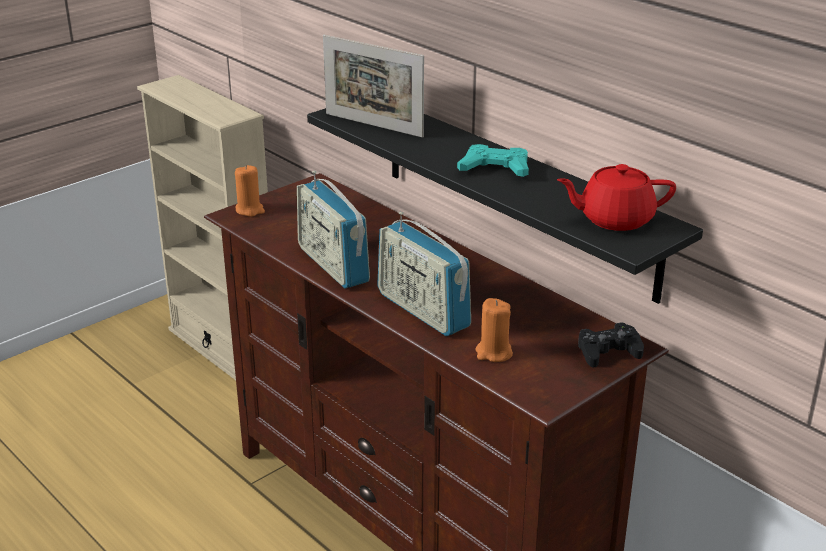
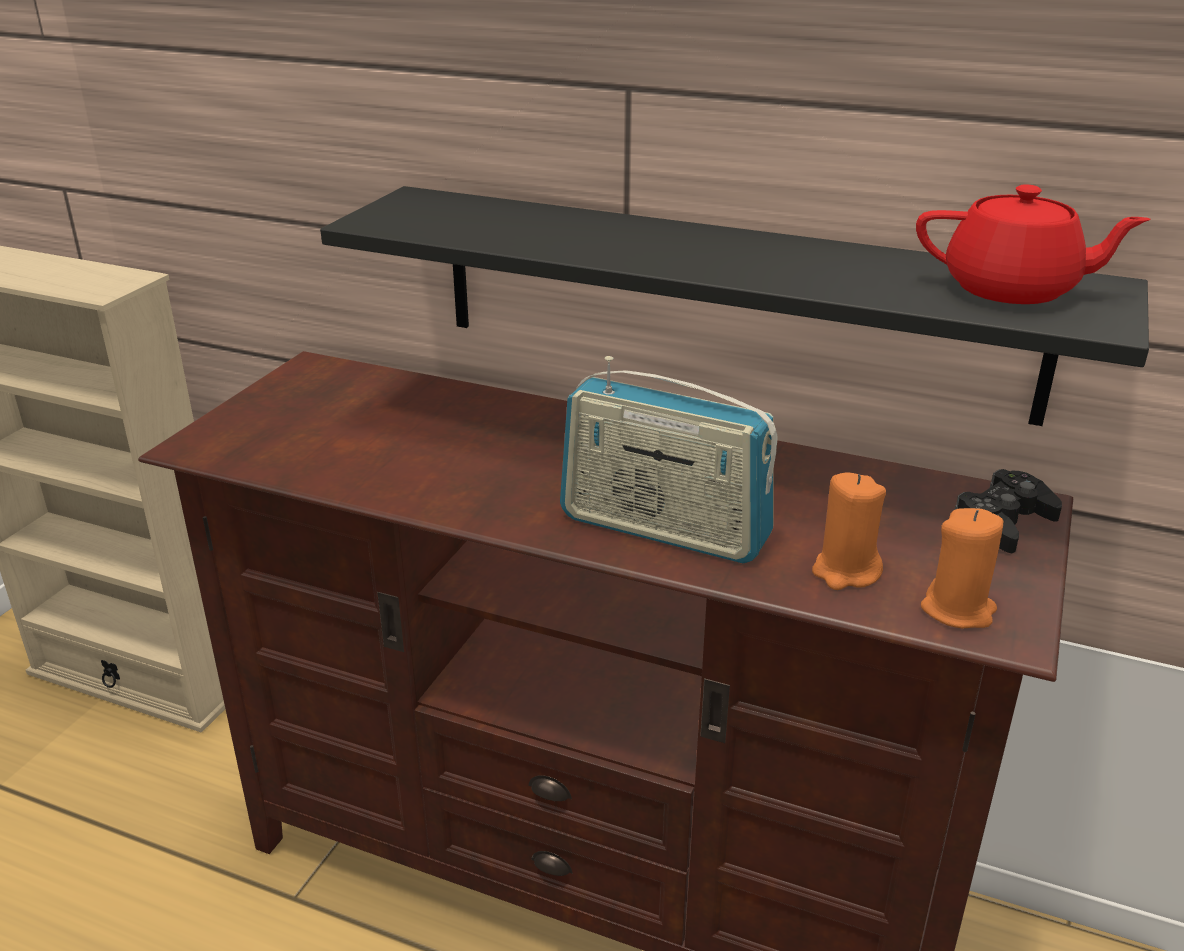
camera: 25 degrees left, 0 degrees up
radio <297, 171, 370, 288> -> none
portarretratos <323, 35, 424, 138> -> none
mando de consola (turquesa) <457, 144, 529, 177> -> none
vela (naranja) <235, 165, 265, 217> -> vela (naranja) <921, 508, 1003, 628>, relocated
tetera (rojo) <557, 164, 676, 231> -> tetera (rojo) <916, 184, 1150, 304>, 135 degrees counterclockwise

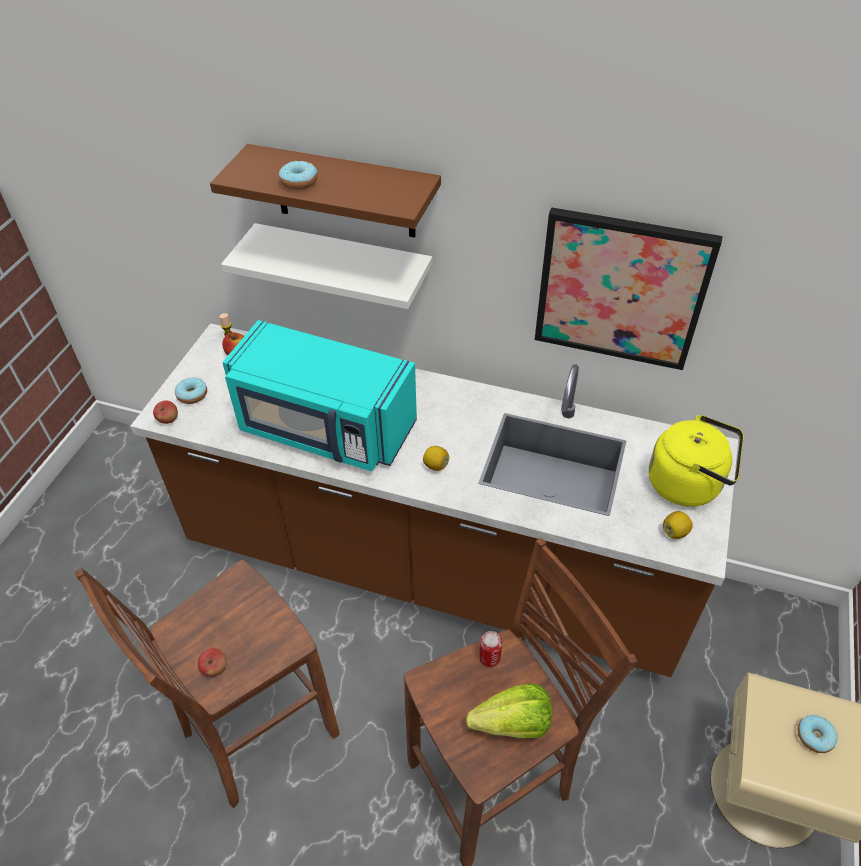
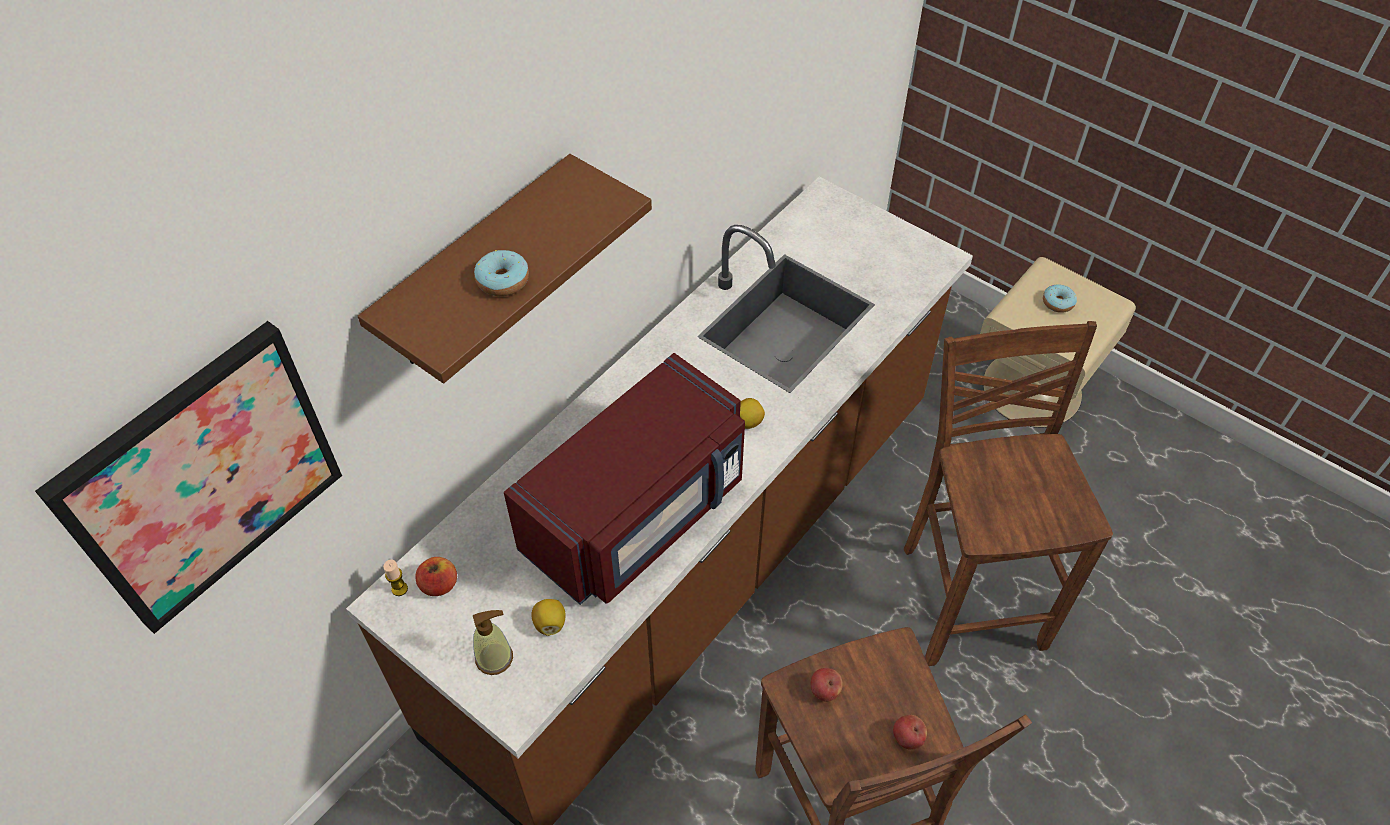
camera: 70 degrees left, 5 degrees up
estante (blanco) <221, 223, 432, 309> -> none
lechuga <466, 684, 552, 738> -> none
lata <479, 631, 502, 667> -> none
hervidor (amarillo) <649, 415, 744, 507> -> none
manzana <153, 400, 178, 424> -> manzana <811, 668, 843, 702>, relocated
cuadro <535, 207, 722, 370> -> cuadro <35, 321, 342, 634>, relocated
limón <663, 511, 693, 539> -> limón <531, 599, 565, 636>, relocated
rosquilla <175, 377, 207, 404> -> dispensador de jabón <473, 610, 513, 675>
microondas (turquesa) <222, 320, 417, 471> -> microondas (rojo) <504, 353, 745, 605>

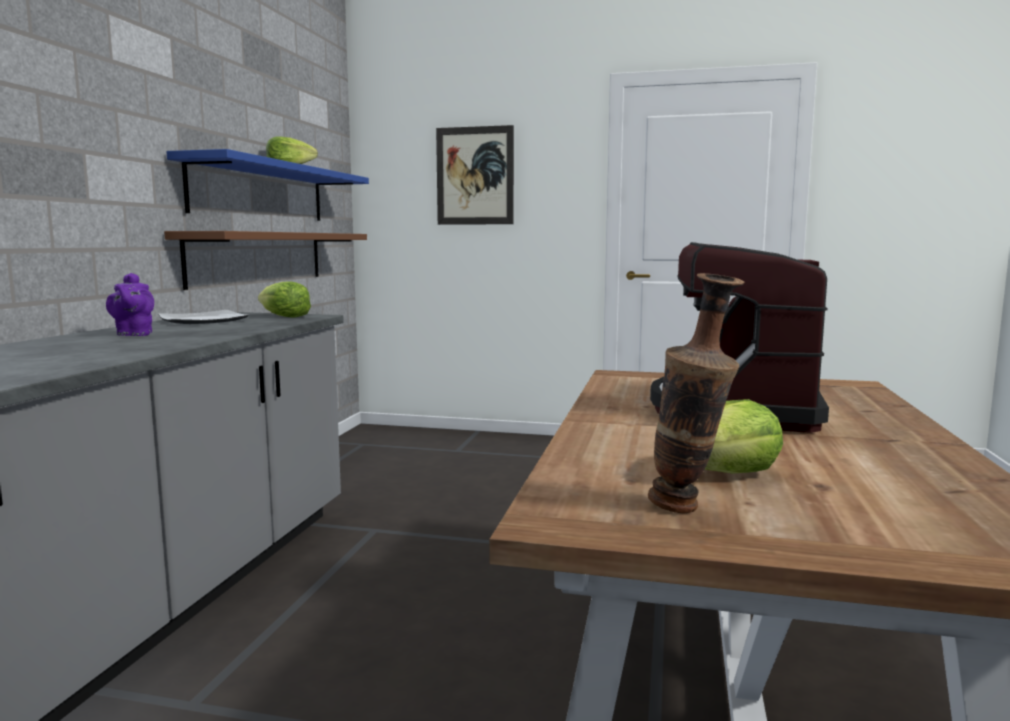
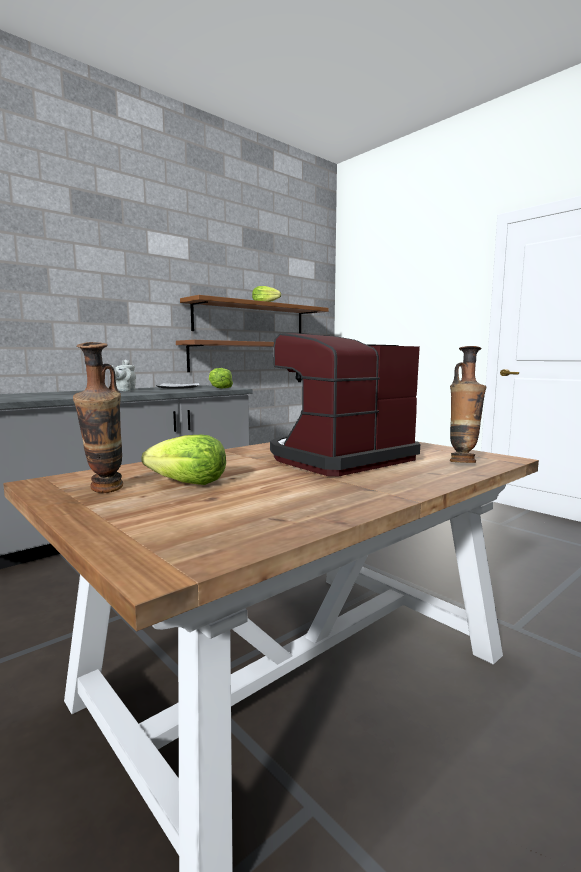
camera: 35 degrees right, 0 degrees up
cuadro <436, 125, 514, 225> -> none
none -> florero <450, 346, 486, 463>
tetera (morado) <106, 273, 154, 336> -> tetera (gris) <111, 360, 136, 391>
estante (azul) <166, 149, 369, 221> -> estante (marrón) <180, 295, 329, 333>

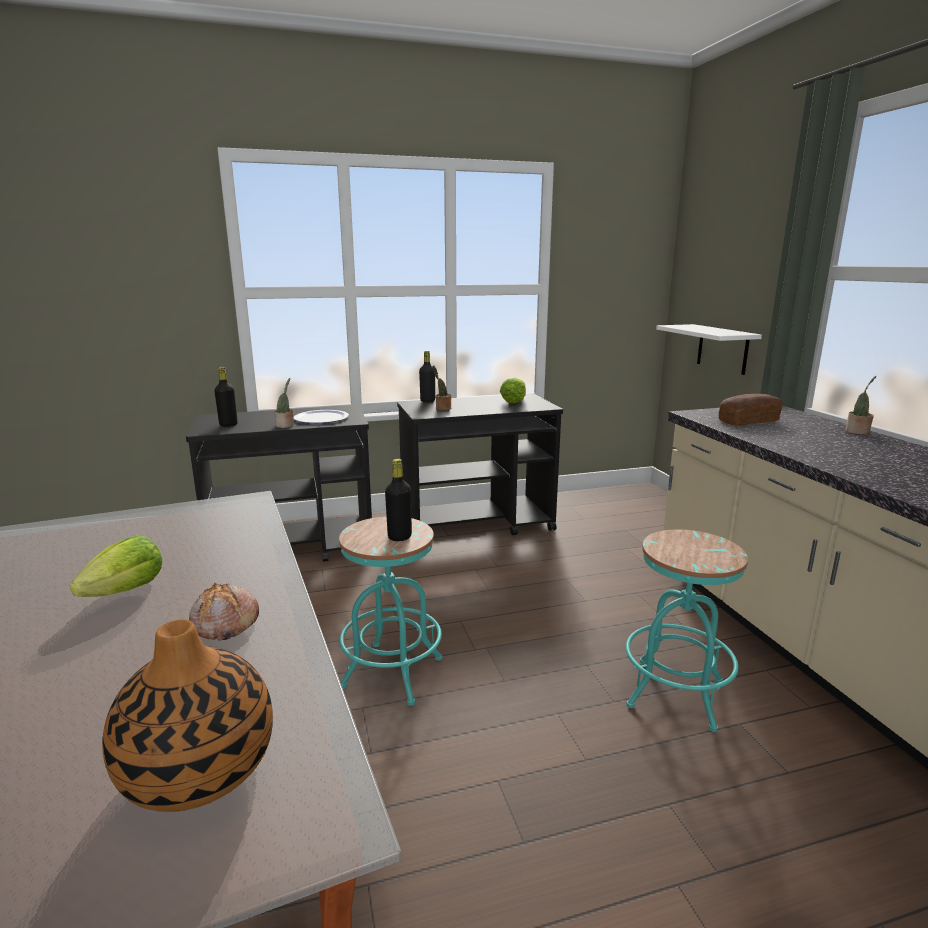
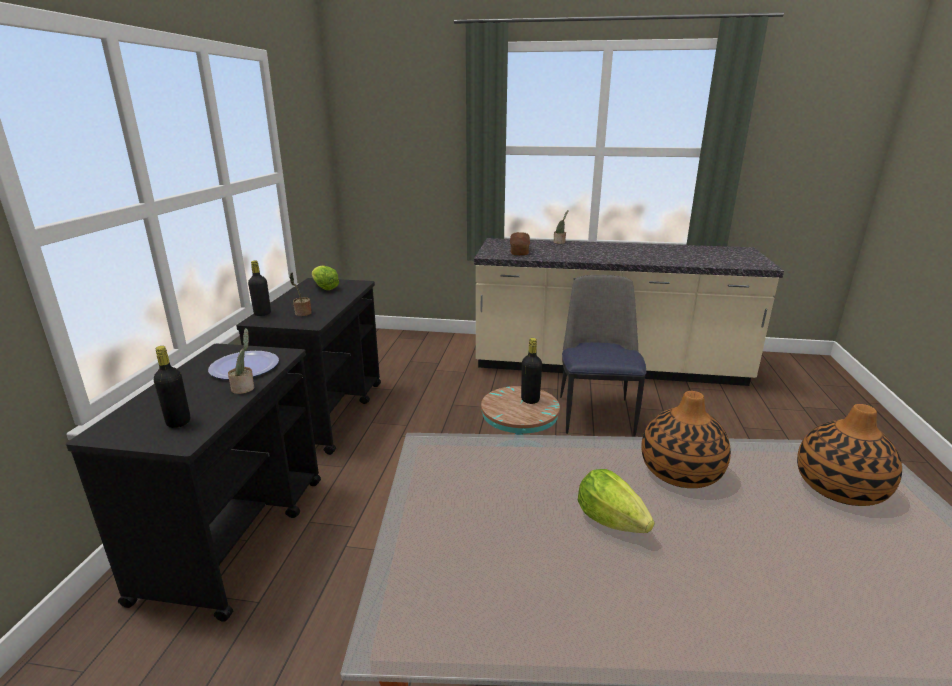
camera: 65 degrees left, 5 degrees up
estante (blanco) <656, 324, 762, 375> -> none
pan <189, 583, 259, 641> -> florero <641, 391, 731, 488>
taburete (turquesa) <626, 529, 748, 732> -> silla <560, 275, 646, 437>

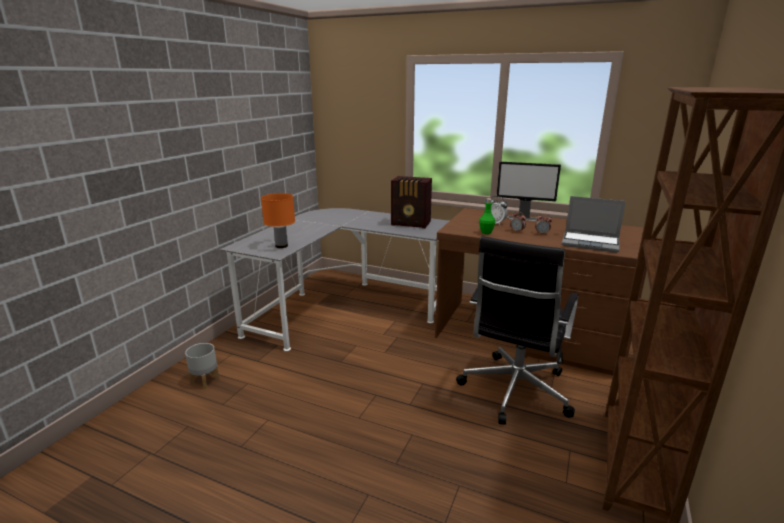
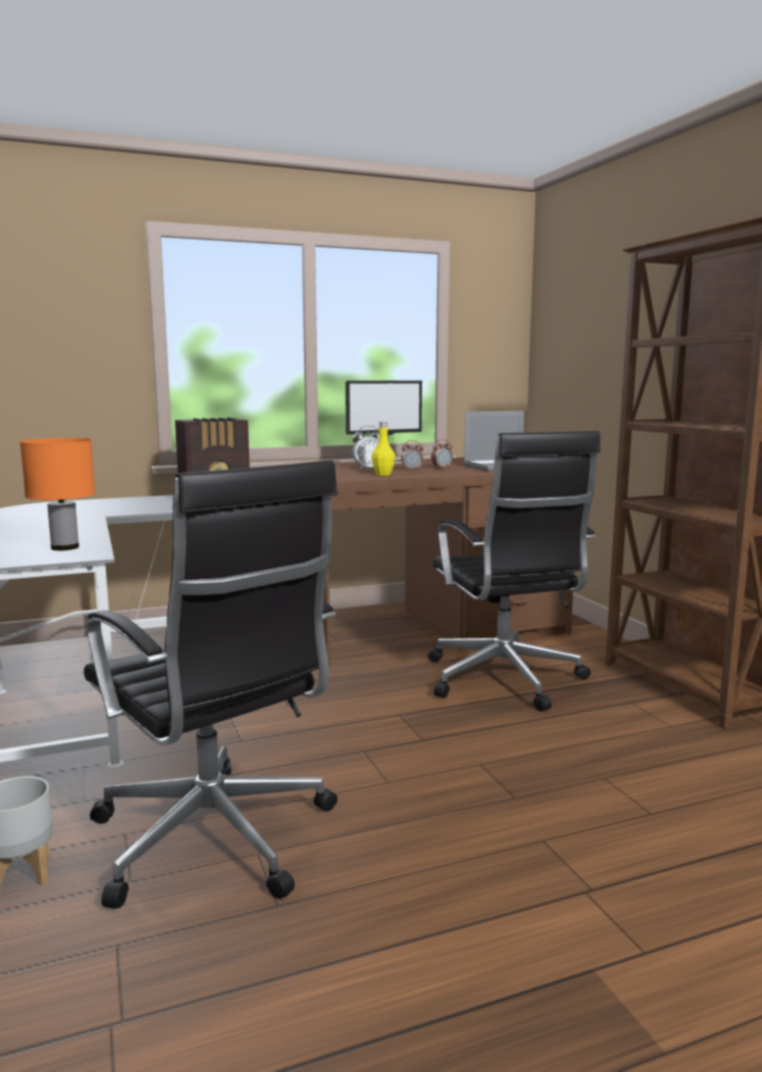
camera: 45 degrees left, 10 degrees down
none -> silla de oficina (negro) <84, 460, 338, 909>
botella (verde) <479, 198, 495, 234> -> botella (amarillo) <372, 422, 395, 476>

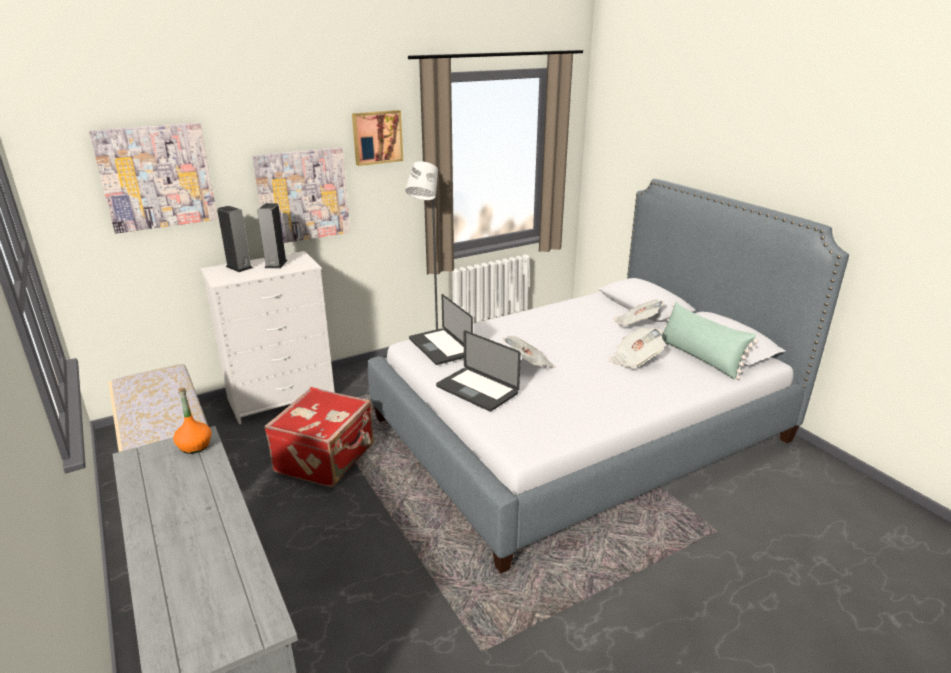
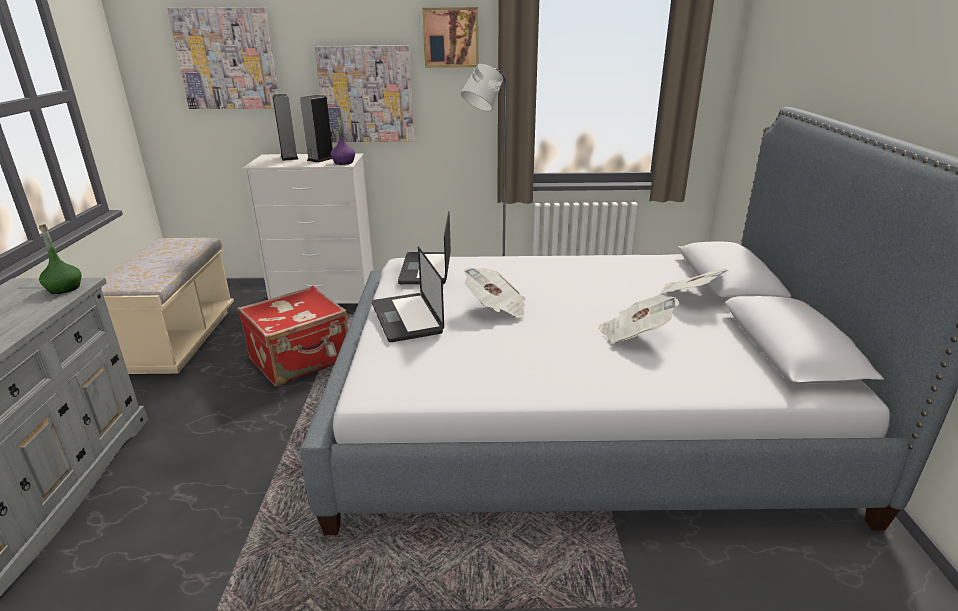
camera: 30 degrees right, 0 degrees up
cojín (verde) <662, 302, 758, 380> -> none
none -> botella (morado) <331, 115, 355, 165>
botella (naranja) <173, 387, 212, 454> -> botella (verde) <39, 224, 82, 294>

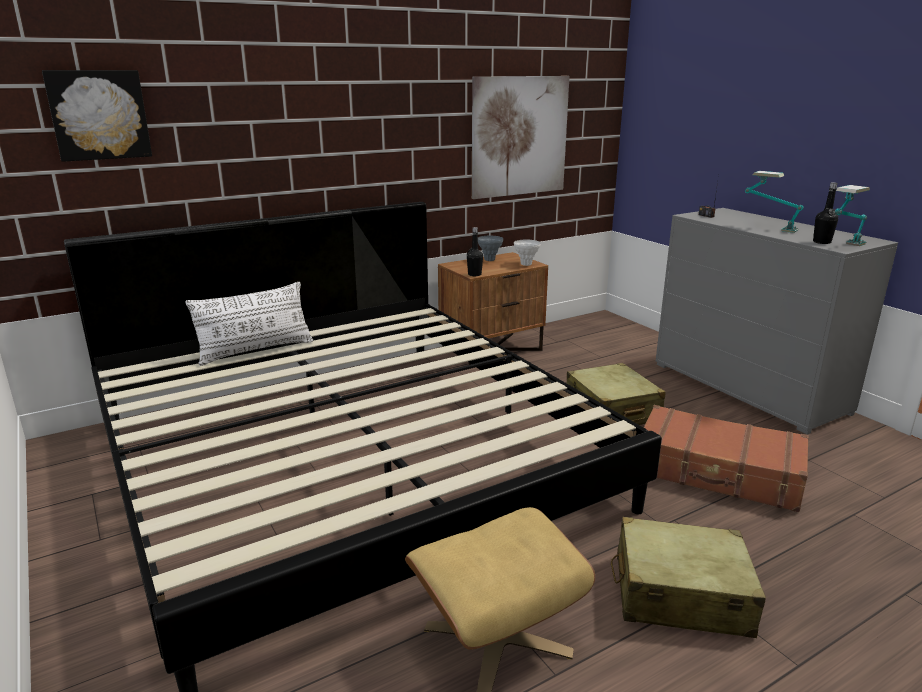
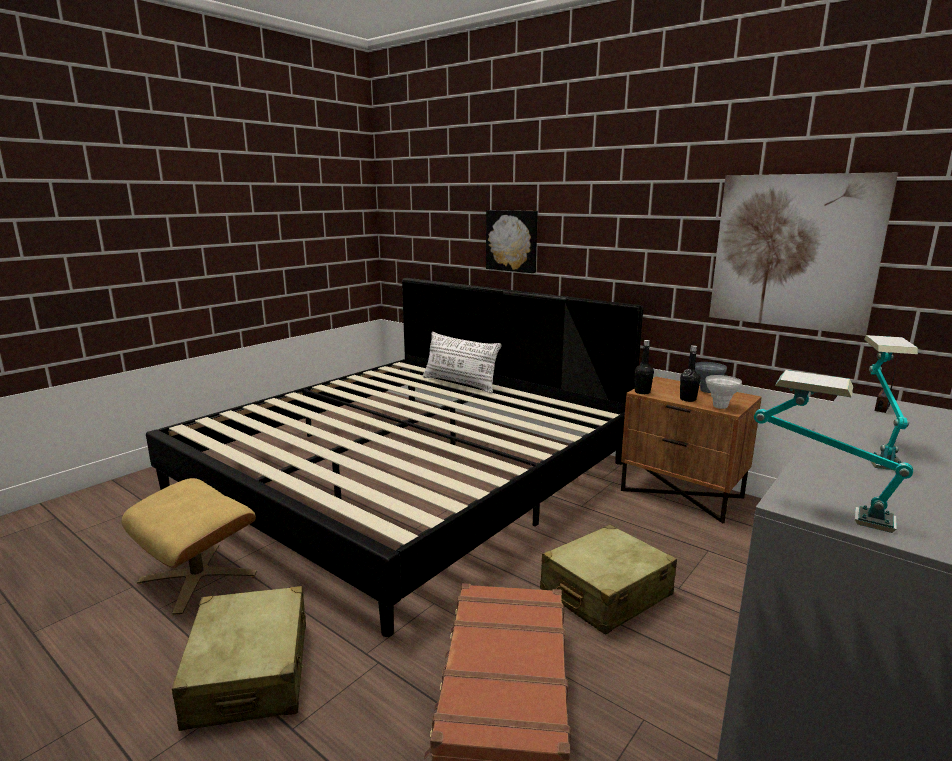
camera: 70 degrees right, 5 degrees down
cuadro <42, 70, 152, 162> -> cuadro <486, 210, 538, 273>, relocated
botella (negro) <813, 182, 838, 244> -> botella (negro) <680, 345, 701, 402>, relocated

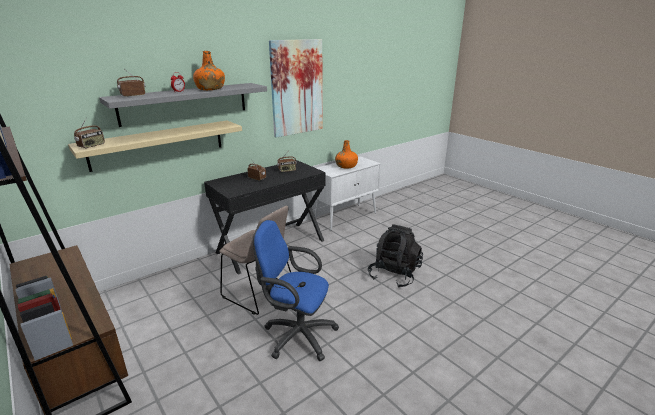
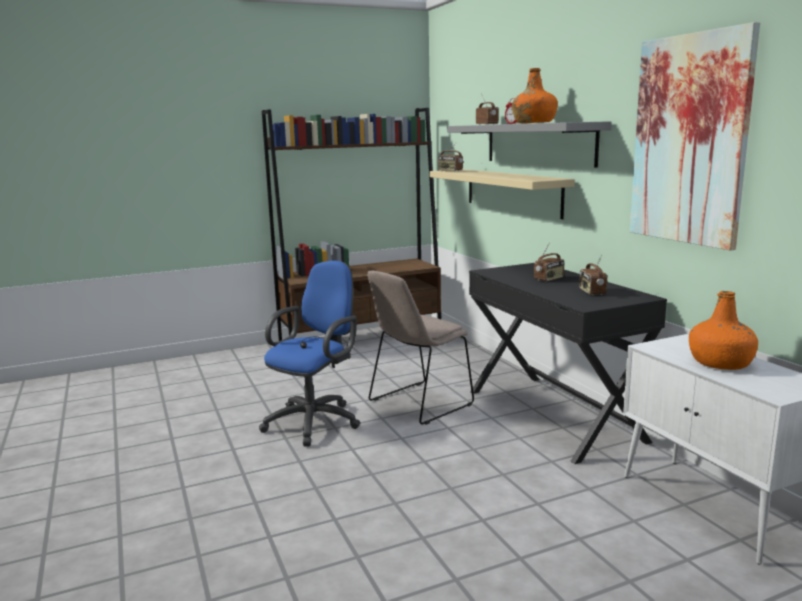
camera: 105 degrees right, 10 degrees down
mochila (negro) <368, 224, 423, 288> -> none

